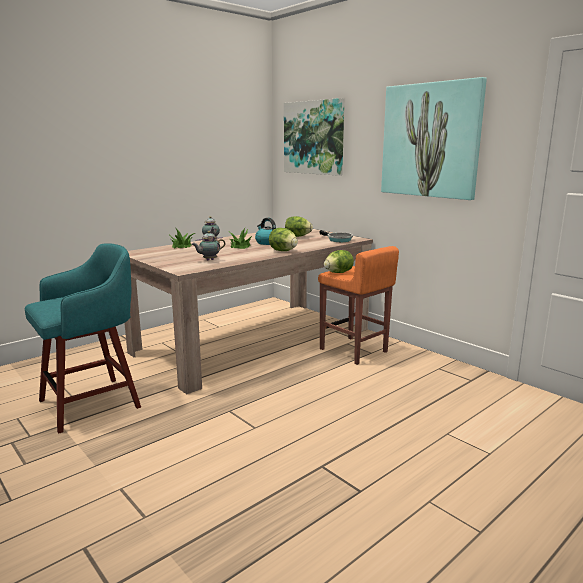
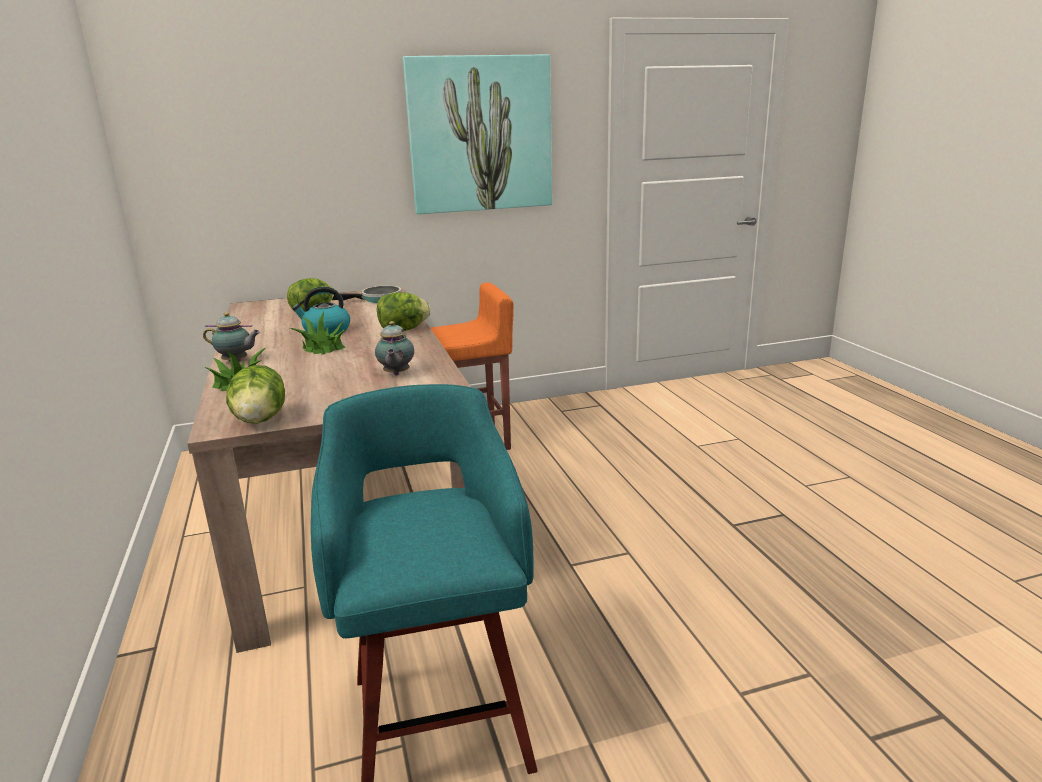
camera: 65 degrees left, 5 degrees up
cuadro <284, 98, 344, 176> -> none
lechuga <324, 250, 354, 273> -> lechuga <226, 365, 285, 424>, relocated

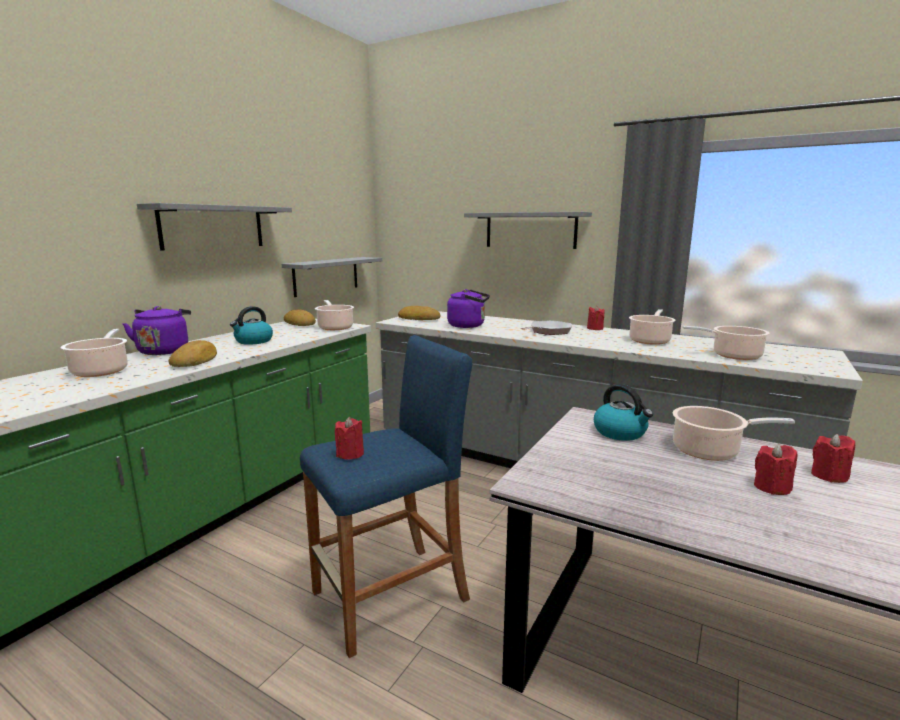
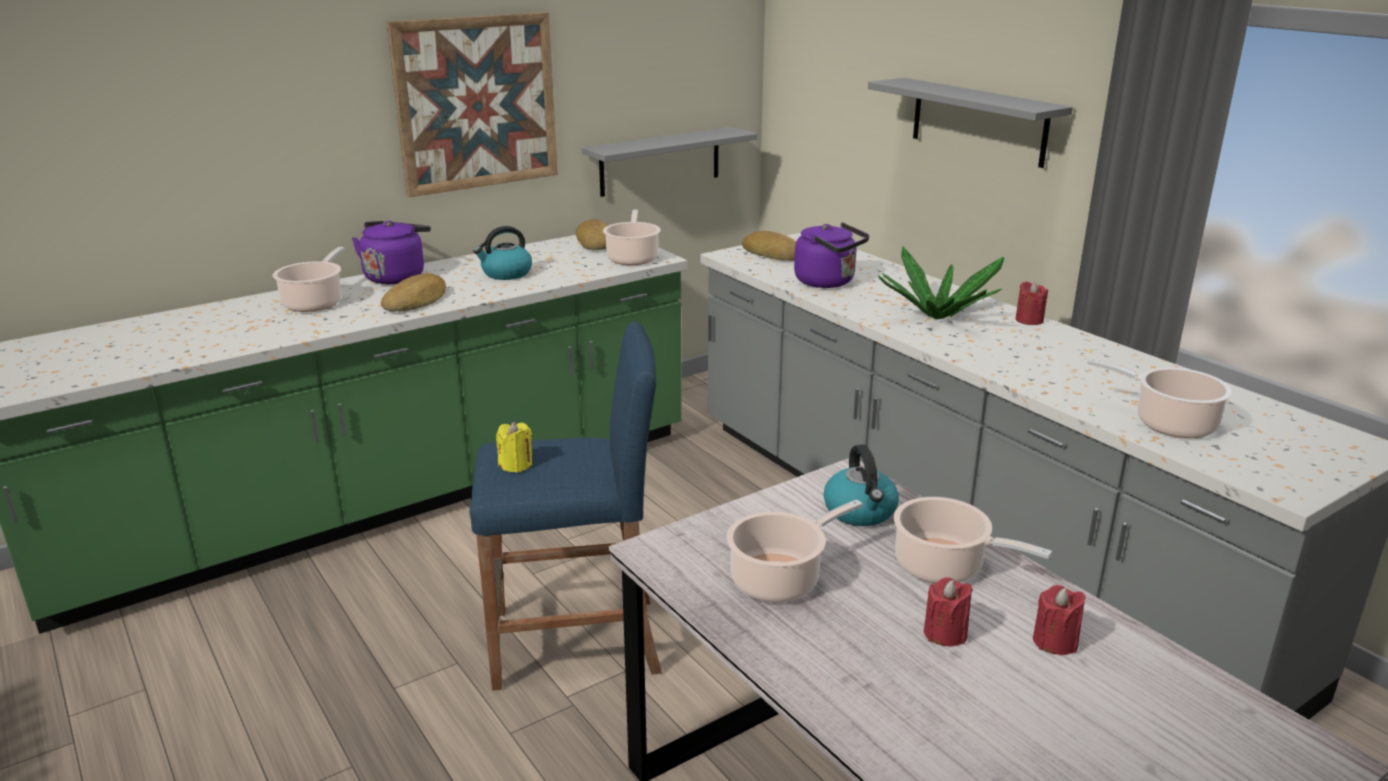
camera: 25 degrees right, 10 degrees up
olla <629, 309, 676, 345> -> olla <727, 499, 863, 602>, relocated
estante (gris) <137, 203, 292, 251> -> cuadro <387, 12, 558, 197>
sartén <521, 320, 572, 335> -> planta en maceta <878, 247, 1004, 319>
vela (rojo) <335, 417, 364, 459> -> vela (amarillo) <496, 422, 532, 473>

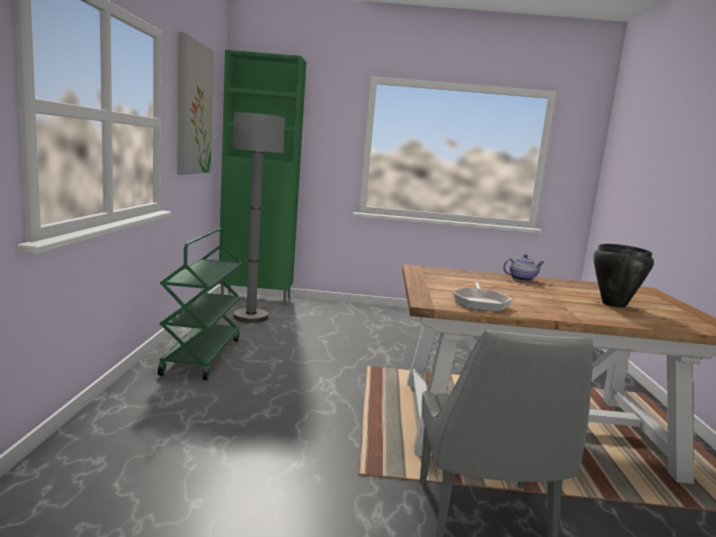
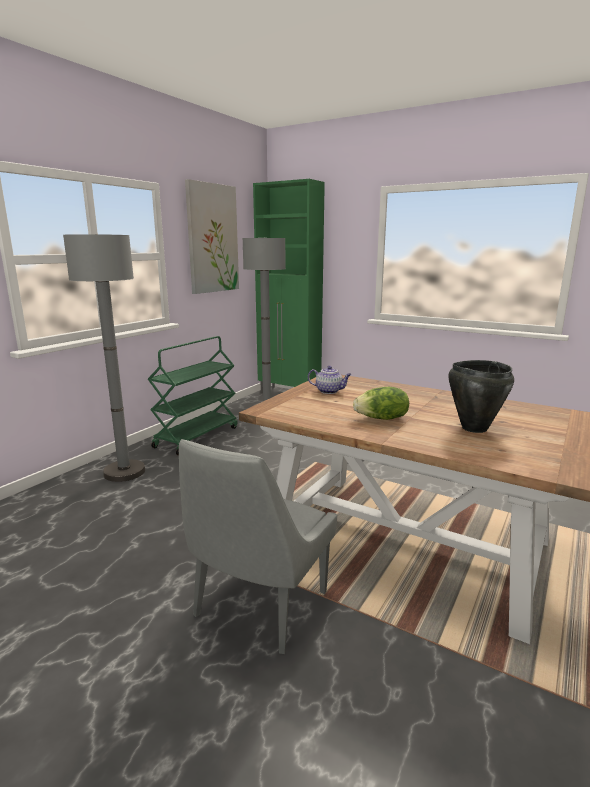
camera: 30 degrees right, 5 degrees up
sartén <452, 282, 512, 312> -> none
none -> lámpara de pie (gris) <63, 234, 145, 482>
none -> lechuga <353, 387, 409, 420>
tetera <503, 254, 544, 282> -> tetera <308, 366, 352, 394>, relocated

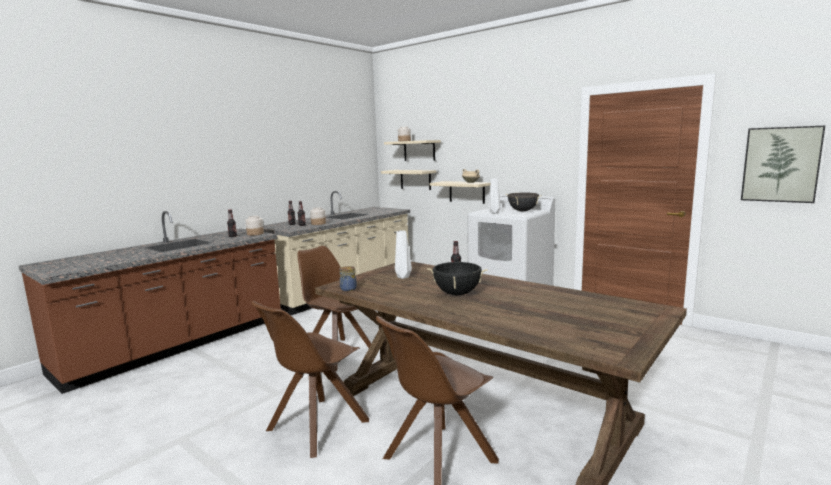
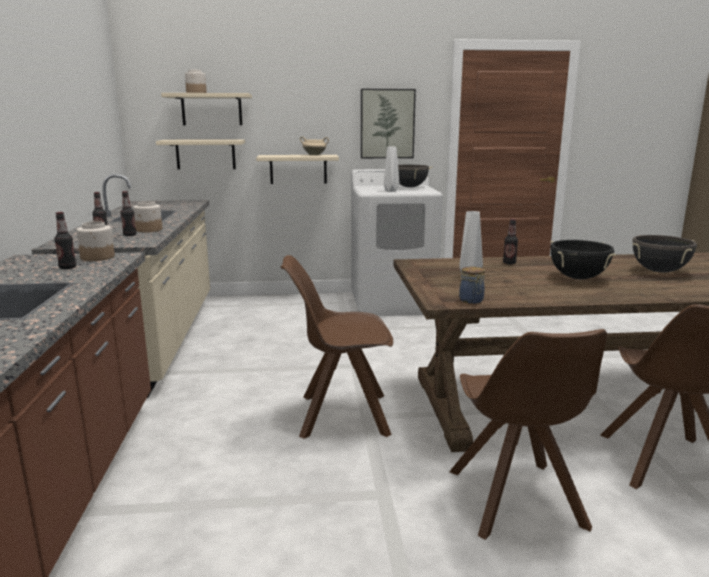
camera: 45 degrees left, 5 degrees up
none -> olla (negro) <632, 235, 697, 273>
cuadro <741, 126, 825, 203> -> cuadro <361, 89, 416, 158>, relocated

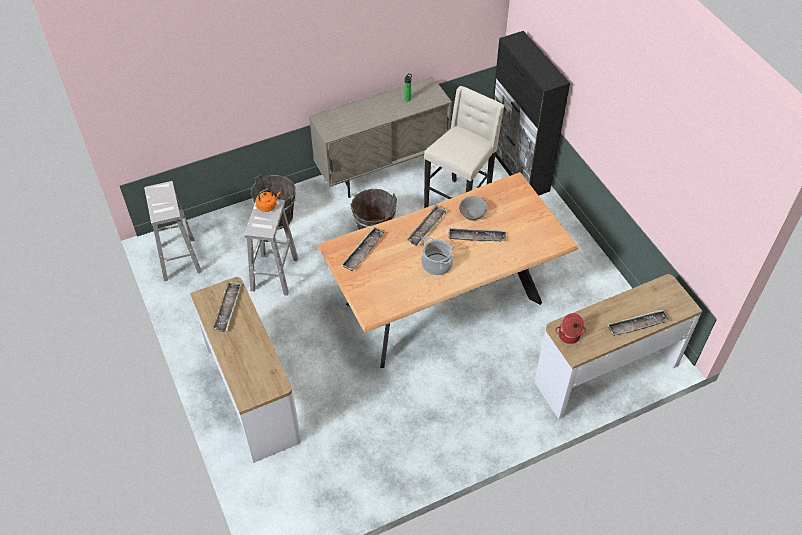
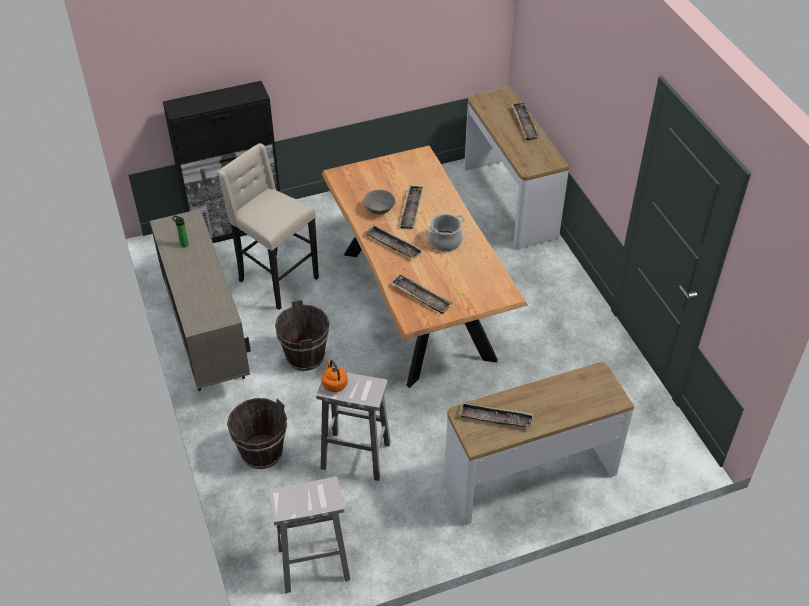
camera: 85 degrees left, 5 degrees down
olla <555, 313, 586, 344> -> none

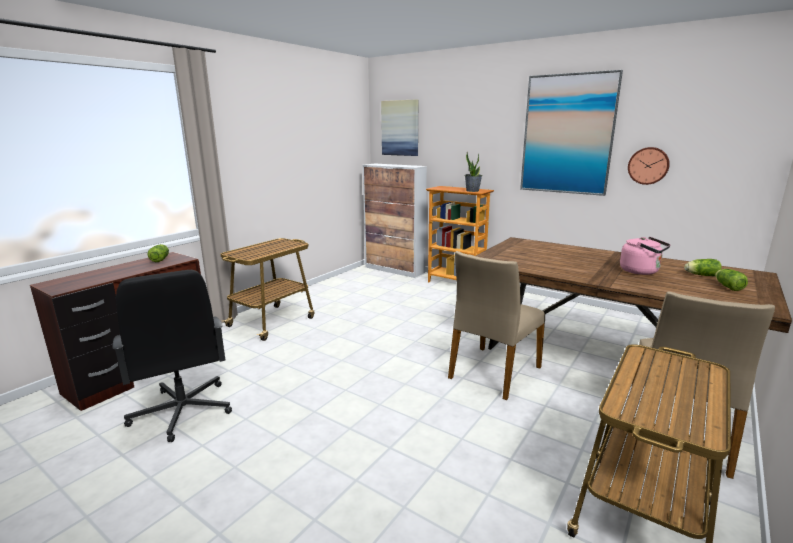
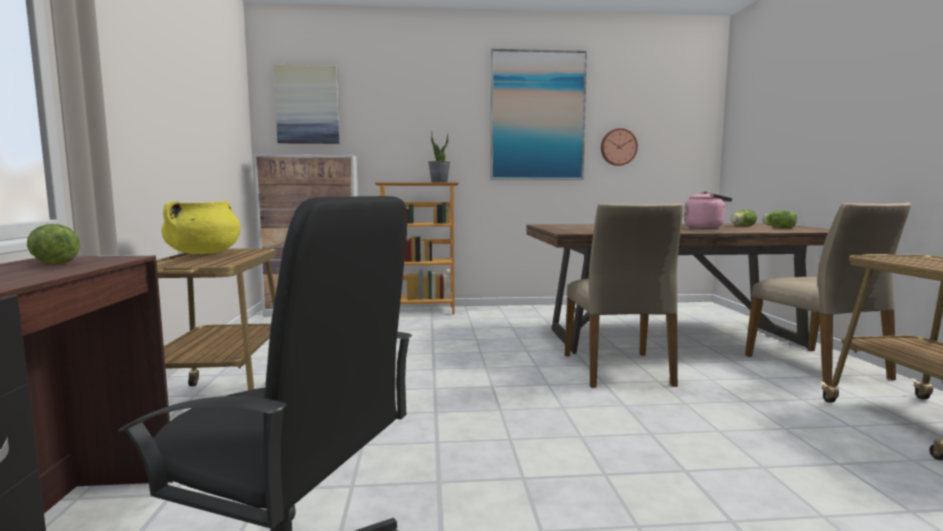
camera: 40 degrees left, 10 degrees down
none -> olla (amarillo) <161, 201, 241, 254>

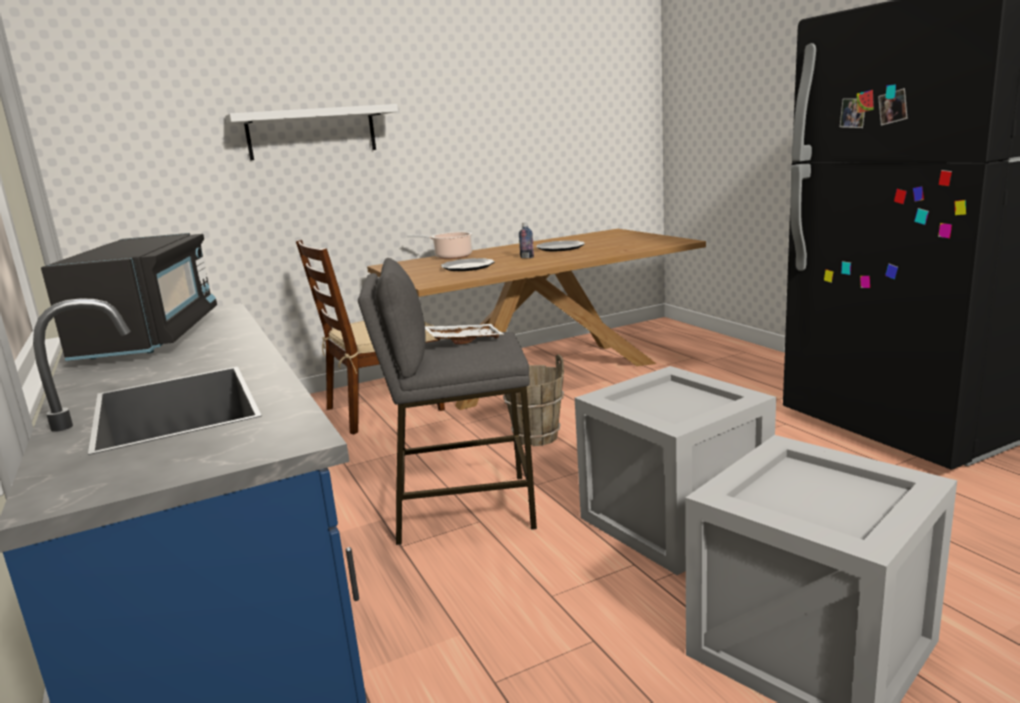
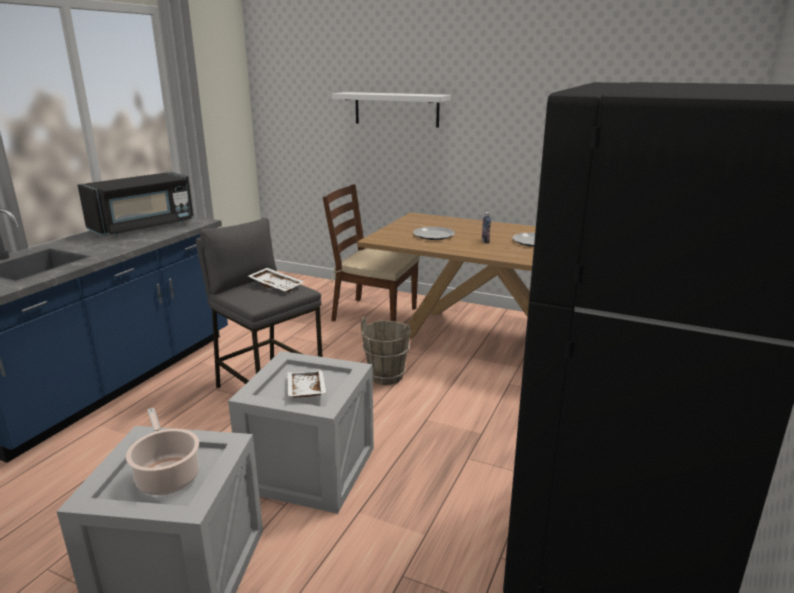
camera: 50 degrees right, 5 degrees up
none -> bandeja (blanco) <287, 370, 326, 398>
olla <407, 232, 472, 259> -> olla <126, 408, 200, 495>, relocated

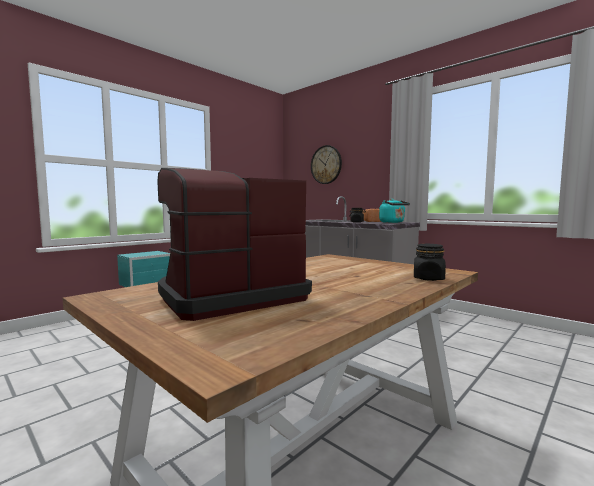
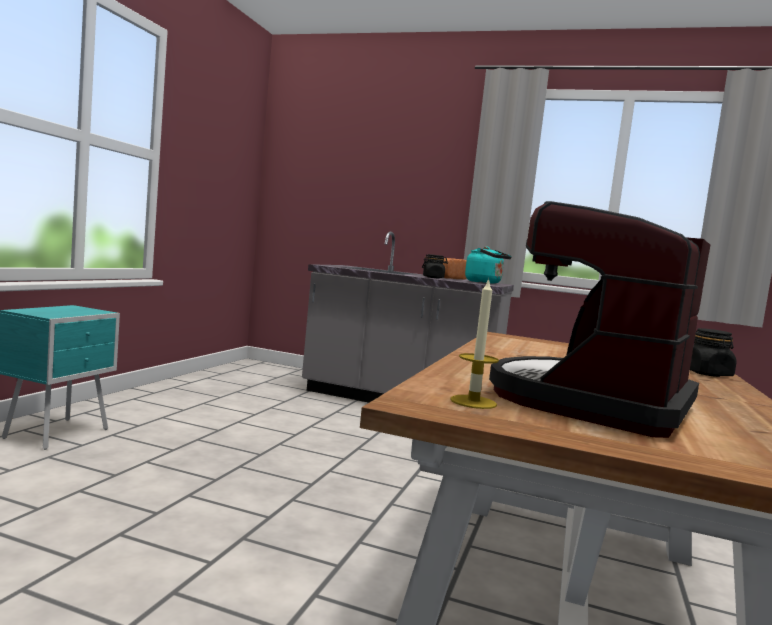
camera: 25 degrees left, 0 degrees up
reloj de pared <311, 145, 342, 184> -> none
none -> vela <450, 278, 499, 409>

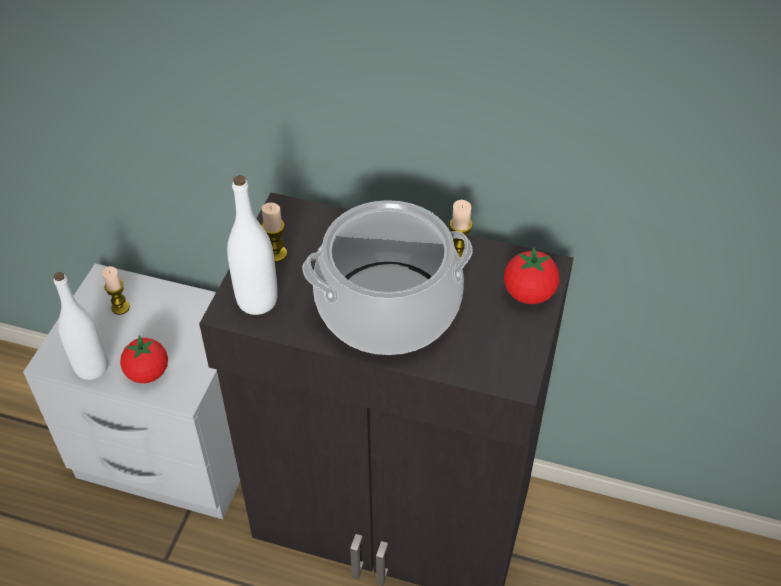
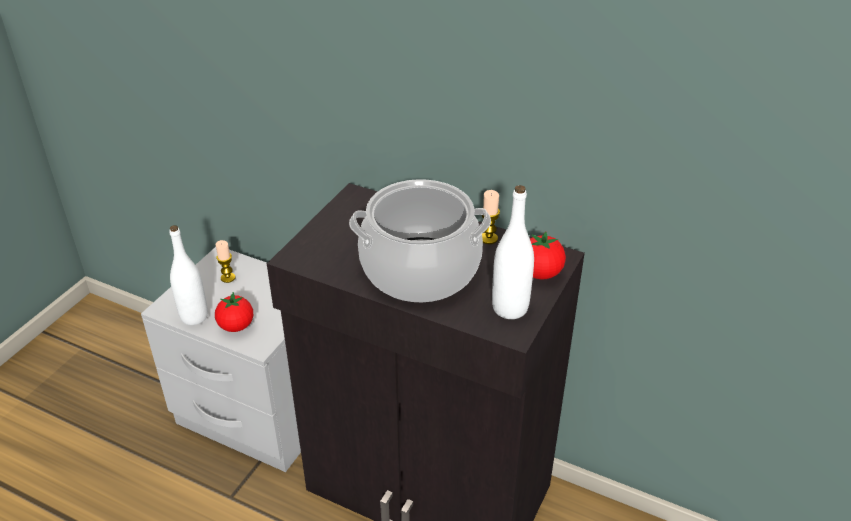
camera: 10 degrees right, 10 degrees down
vela <262, 203, 288, 262> -> none
botella (blanco) <227, 175, 278, 315> -> botella (blanco) <492, 185, 534, 319>, relocated

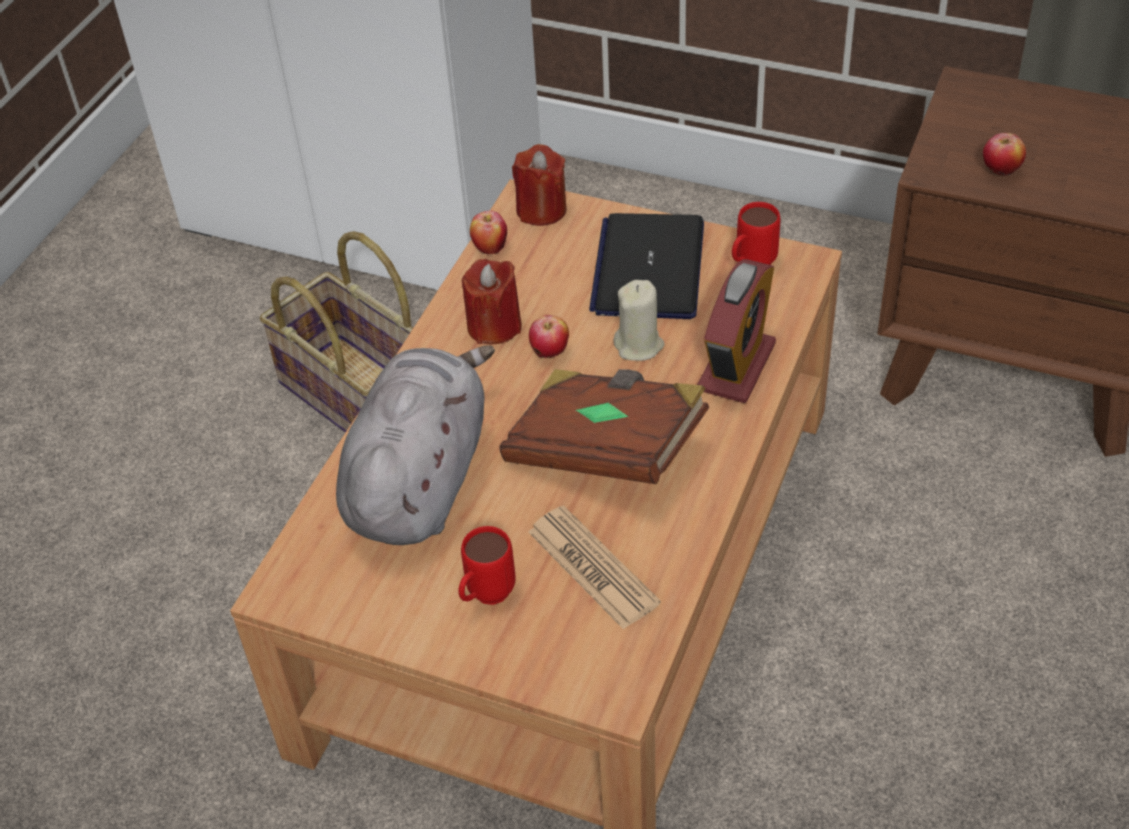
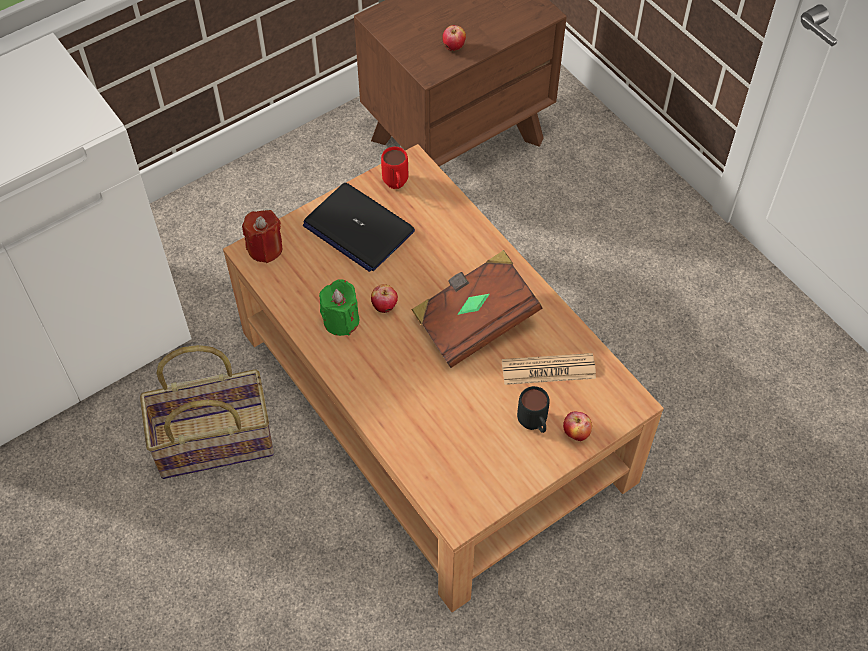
camera: 60 degrees left, 10 degrees up
peluche (gris) <336, 345, 495, 545> -> none
vela (beis) <614, 280, 664, 361> -> none
despertador <697, 259, 776, 403> -> none
manzana <470, 211, 507, 254> -> manzana <563, 411, 592, 441>, relocated
taza grande (rojo) <458, 526, 516, 605> -> taza grande (negro) <517, 386, 550, 433>
vela (rojo) <462, 259, 522, 345> -> vela (verde) <319, 279, 359, 336>

